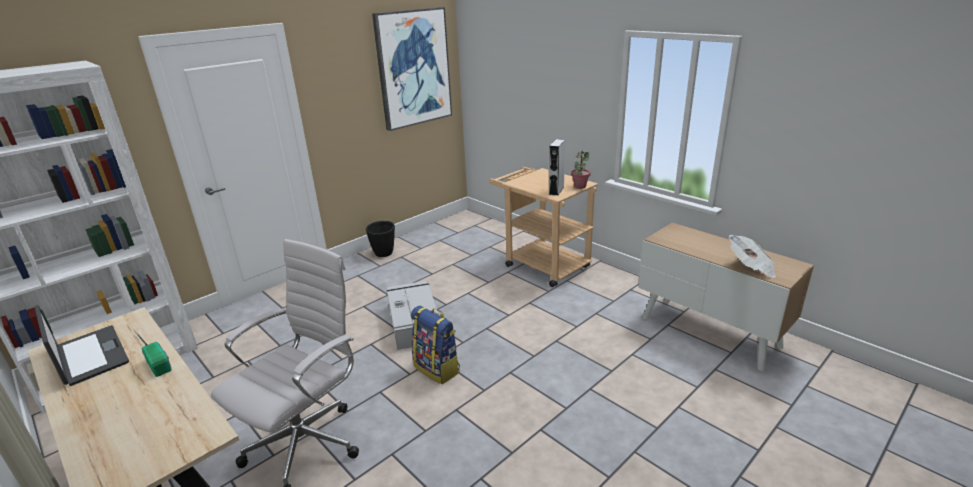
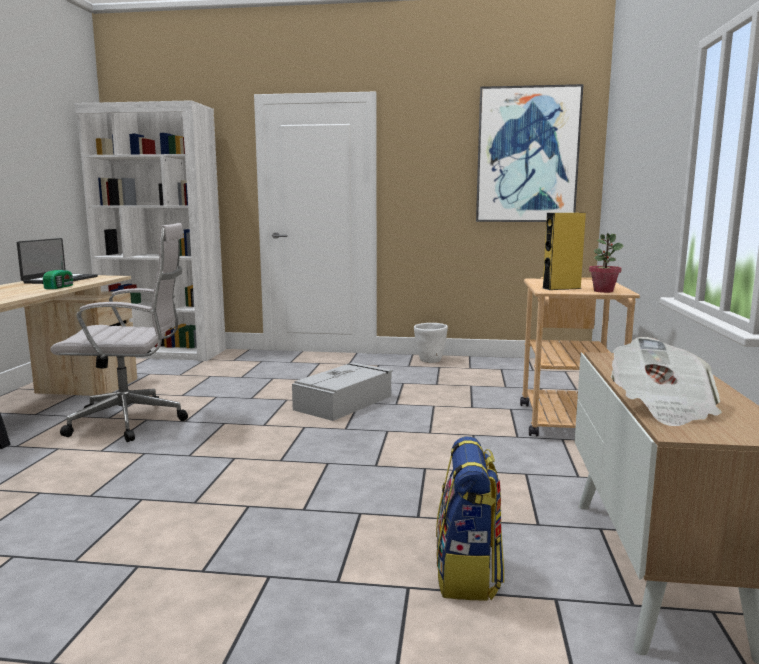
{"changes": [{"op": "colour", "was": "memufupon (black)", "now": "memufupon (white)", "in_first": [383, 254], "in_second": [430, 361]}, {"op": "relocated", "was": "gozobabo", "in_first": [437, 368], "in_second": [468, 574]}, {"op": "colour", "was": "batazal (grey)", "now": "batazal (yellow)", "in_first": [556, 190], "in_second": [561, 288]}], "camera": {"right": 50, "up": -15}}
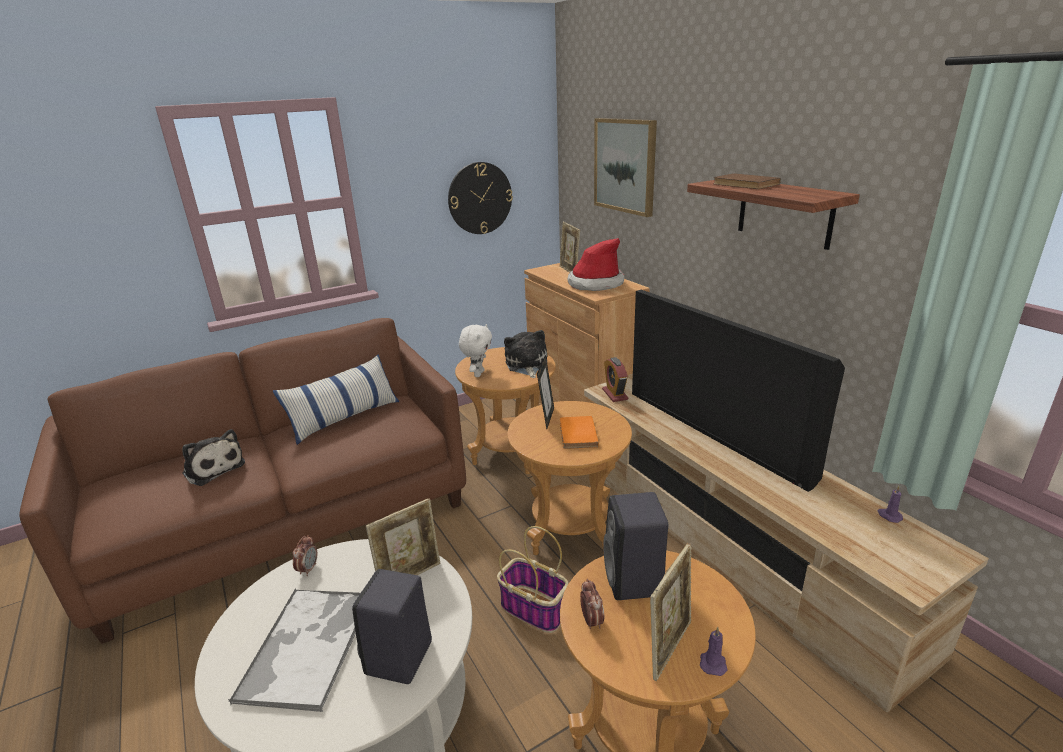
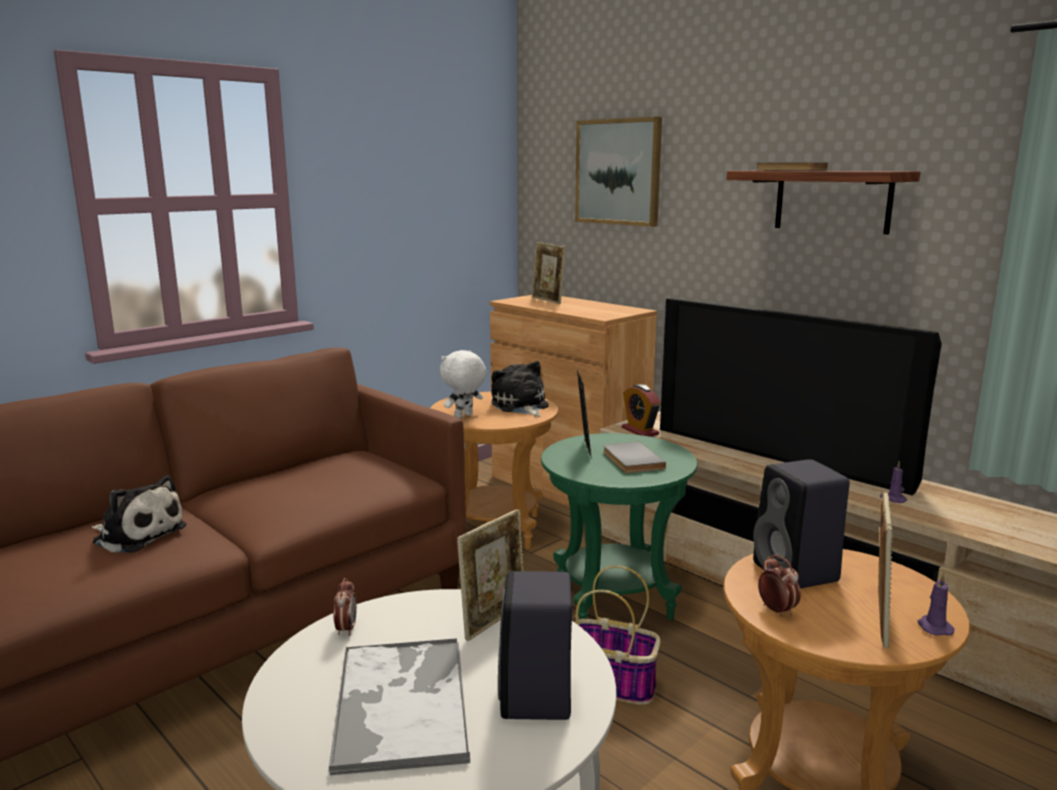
{"changes": [{"op": "missing", "was": "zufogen", "in_first": [344, 418]}, {"op": "missing", "was": "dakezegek", "in_first": [480, 198]}, {"op": "spun", "was": "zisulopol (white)", "in_first": [478, 374], "in_second": [464, 416], "clockwise": -135}, {"op": "colour", "was": "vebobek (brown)", "now": "vebobek (green)", "in_first": [570, 530], "in_second": [614, 599]}, {"op": "colour", "was": "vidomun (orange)", "now": "vidomun (grey)", "in_first": [576, 434], "in_second": [630, 460]}, {"op": "missing", "was": "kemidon", "in_first": [595, 284]}, {"op": "relocated", "was": "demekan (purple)", "in_first": [889, 516], "in_second": [892, 499]}], "camera": {"right": -15, "up": -10}}
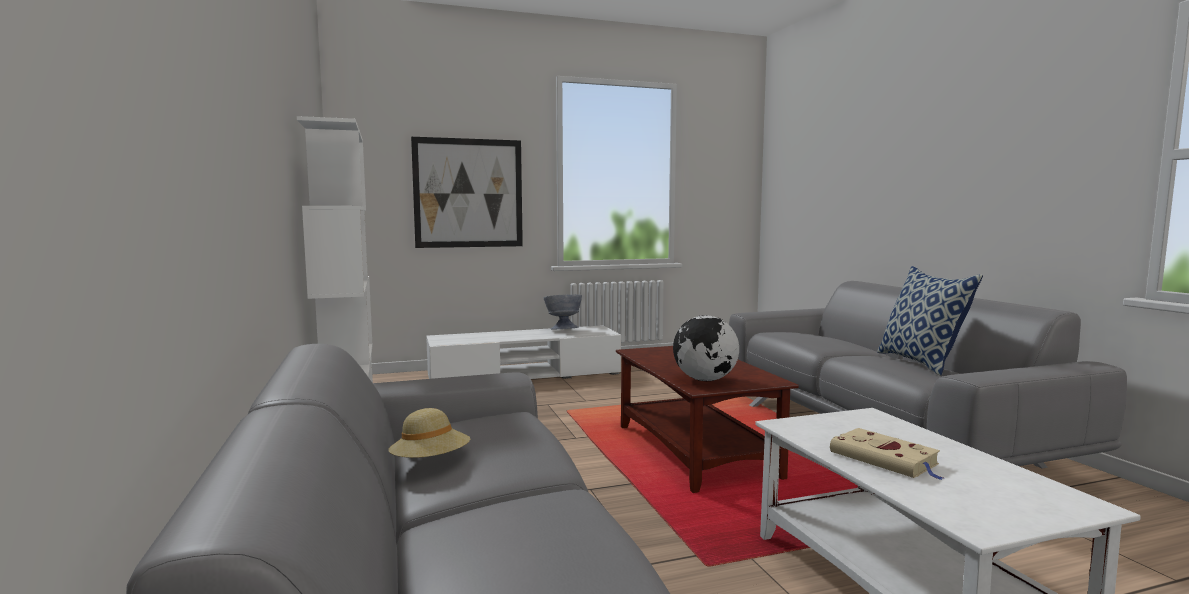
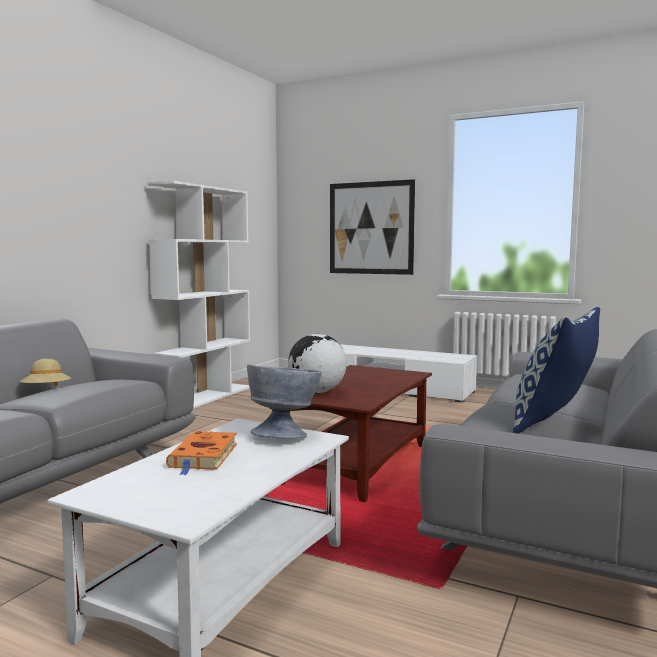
{"changes": [{"op": "relocated", "was": "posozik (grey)", "in_first": [563, 329], "in_second": [284, 435]}, {"op": "colour", "was": "vidomun (beige)", "now": "vidomun (orange)", "in_first": [886, 459], "in_second": [203, 456]}], "camera": {"right": 45, "up": 0}}
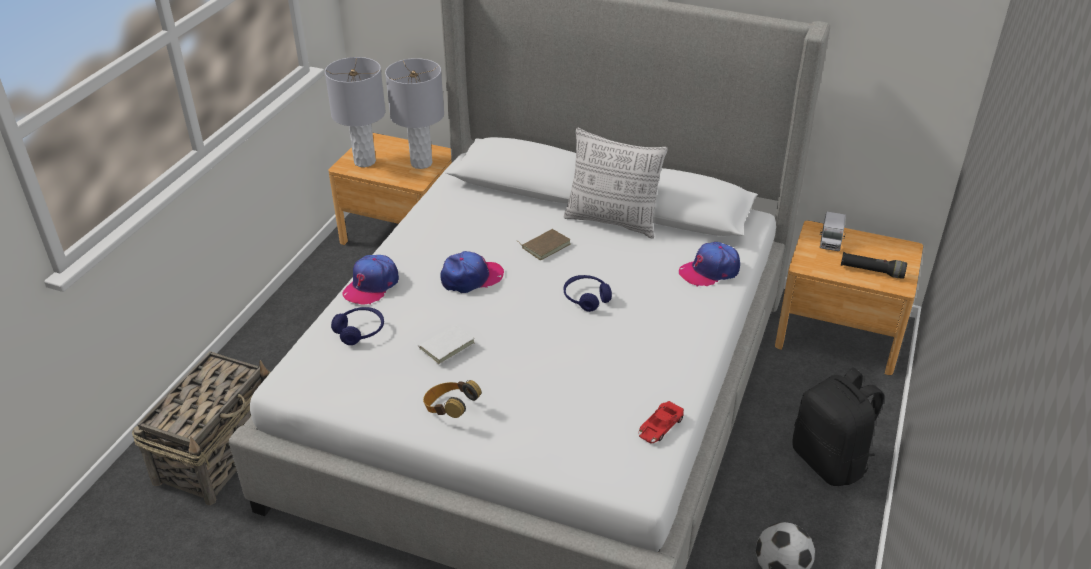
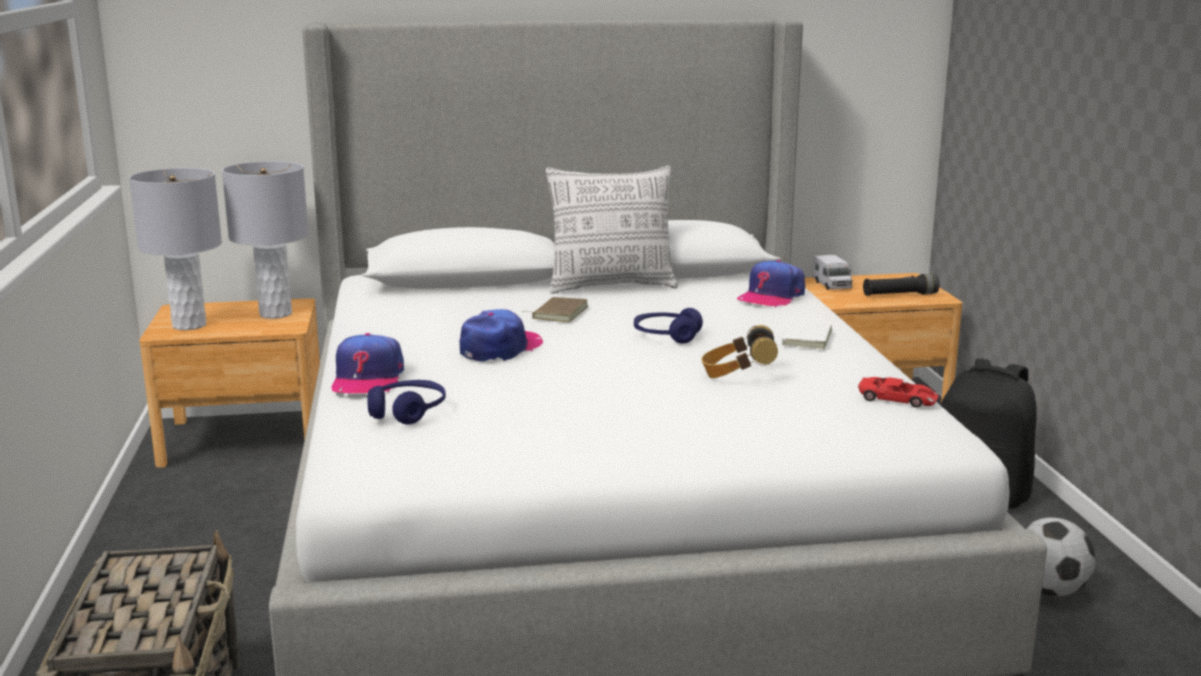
{"changes": [{"op": "relocated", "was": "vidomun (white)", "in_first": [446, 345], "in_second": [805, 339]}, {"op": "relocated", "was": "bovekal", "in_first": [450, 410], "in_second": [737, 375]}, {"op": "spun", "was": "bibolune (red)", "in_first": [660, 427], "in_second": [898, 399], "clockwise": -75}], "camera": {"right": -30, "up": -20}}
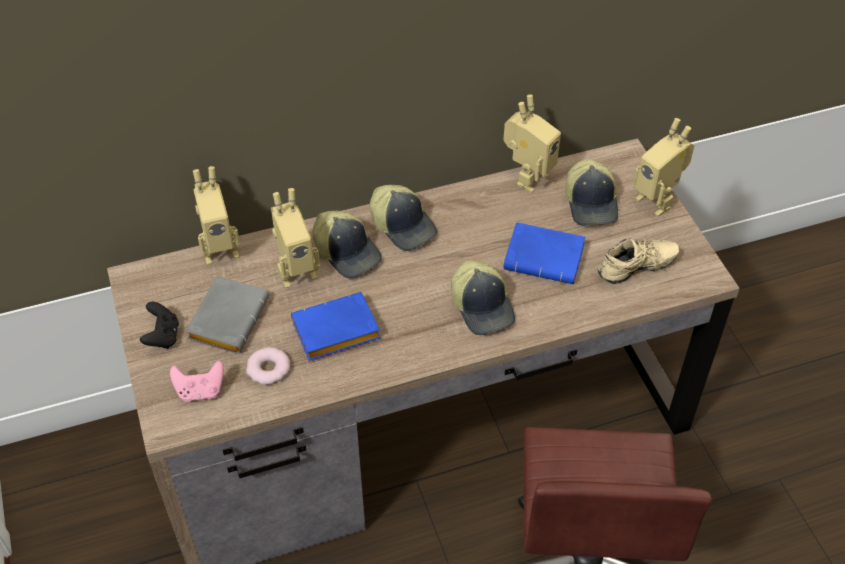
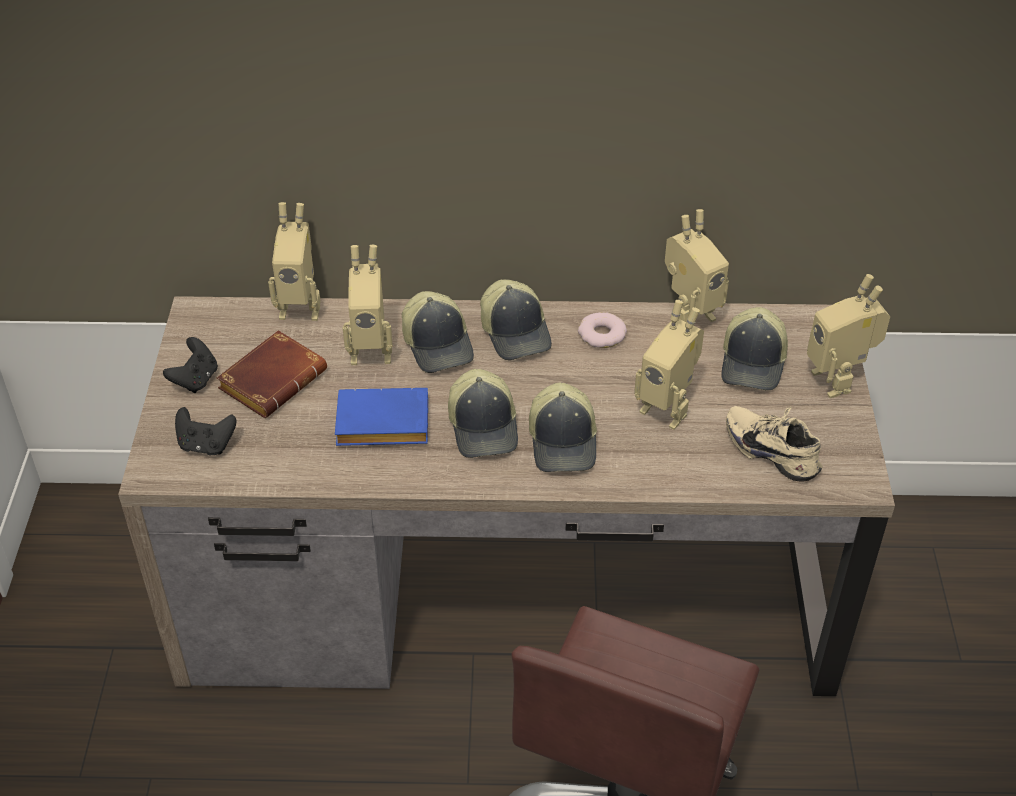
{"changes": [{"op": "colour", "was": "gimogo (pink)", "now": "gimogo (black)", "in_first": [200, 390], "in_second": [206, 445]}, {"op": "colour", "was": "vidomun (grey)", "now": "vidomun (brown)", "in_first": [227, 318], "in_second": [273, 379]}, {"op": "relocated", "was": "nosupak", "in_first": [268, 369], "in_second": [602, 335]}, {"op": "exchanged", "was": "vidomun (blue)", "now": "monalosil", "in_first": [546, 258], "in_second": [667, 409]}, {"op": "spun", "was": "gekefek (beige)", "in_first": [637, 270], "in_second": [773, 451], "clockwise": -135}, {"op": "appeared", "now": "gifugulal", "in_second": [485, 427]}], "camera": {"right": 20, "up": -5}}
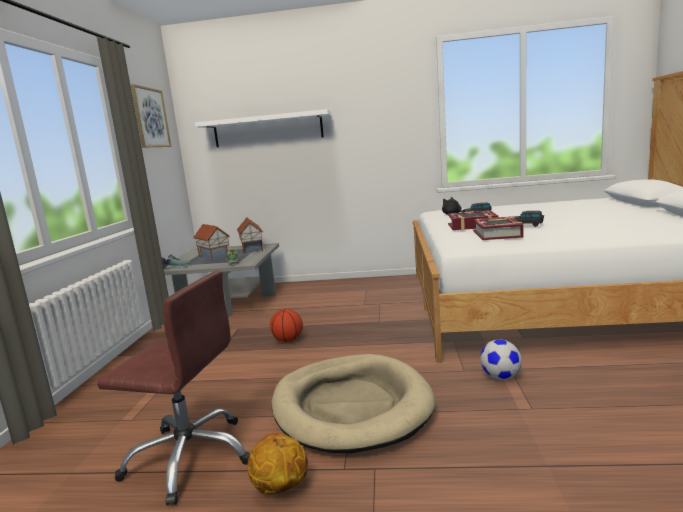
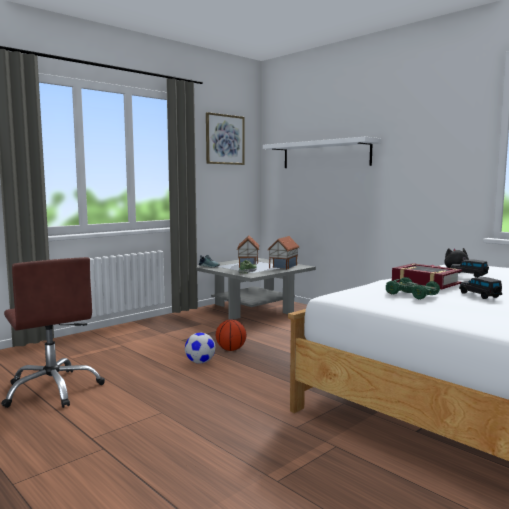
{"changes": [{"op": "missing", "was": "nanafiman", "in_first": [280, 488]}, {"op": "missing", "was": "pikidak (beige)", "in_first": [351, 406]}, {"op": "exchanged", "was": "vidomun", "now": "bibolune (green)", "in_first": [497, 234], "in_second": [411, 294]}, {"op": "relocated", "was": "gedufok", "in_first": [500, 377], "in_second": [200, 362]}], "camera": {"right": 40, "up": -5}}
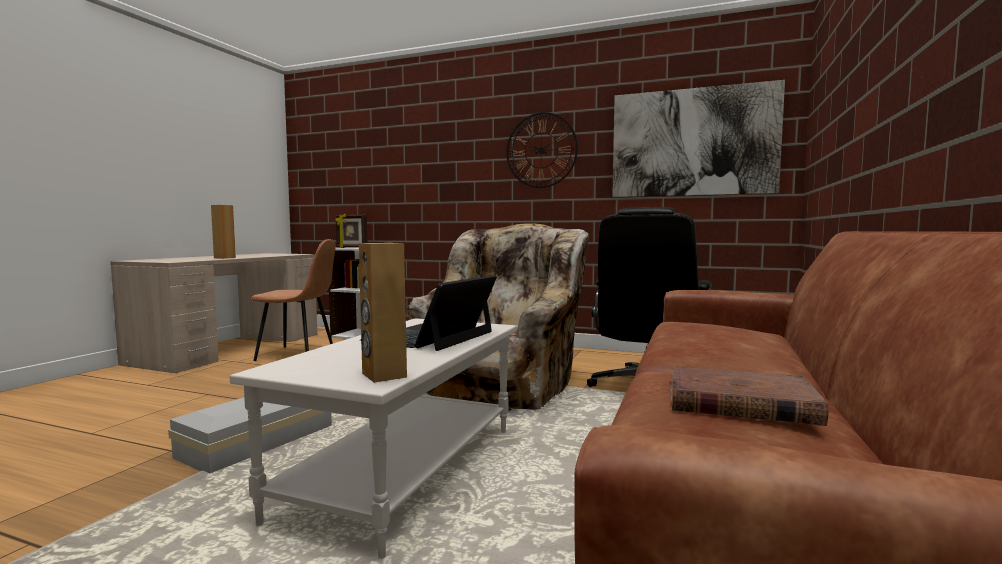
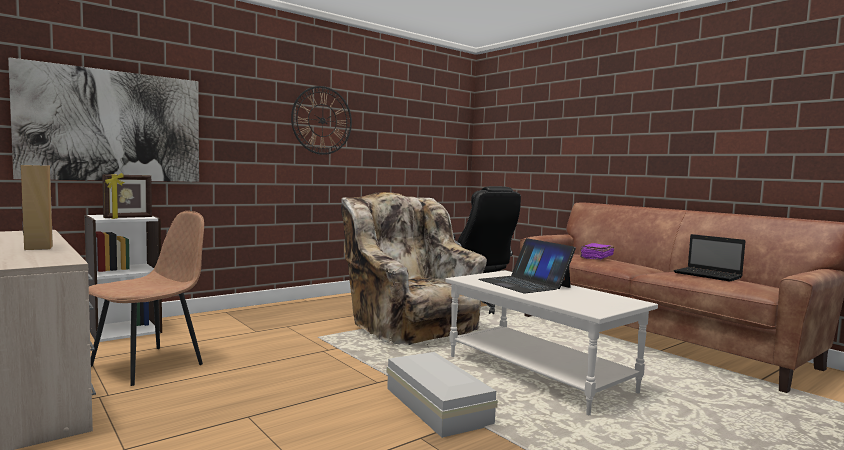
{"changes": [{"op": "missing", "was": "batazal (brown)", "in_first": [383, 375]}, {"op": "relocated", "was": "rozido", "in_first": [693, 142], "in_second": [112, 126]}, {"op": "exchanged", "was": "vidomun (brown)", "now": "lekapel", "in_first": [738, 403], "in_second": [709, 275]}, {"op": "appeared", "now": "vidomun (purple)", "in_second": [596, 257]}], "camera": {"right": -60, "up": 0}}
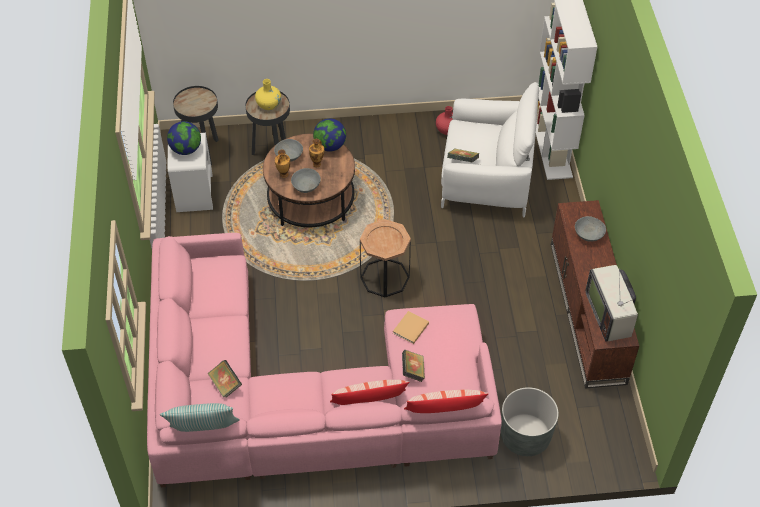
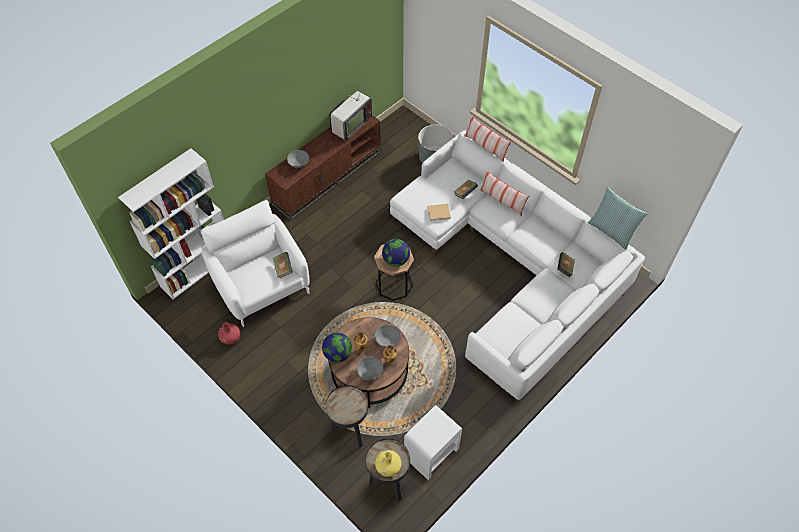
{"changes": [{"op": "colour", "was": "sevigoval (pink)", "now": "sevigoval (white)", "in_first": [302, 395], "in_second": [512, 265]}, {"op": "relocated", "was": "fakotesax", "in_first": [186, 149], "in_second": [396, 260]}, {"op": "relocated", "was": "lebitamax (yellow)", "in_first": [268, 105], "in_second": [388, 467]}], "camera": {"right": -130, "up": 5}}
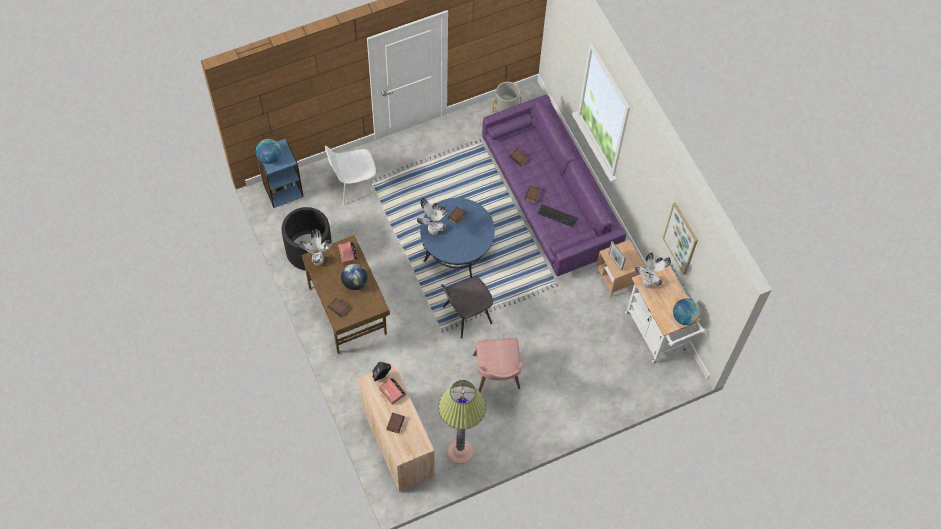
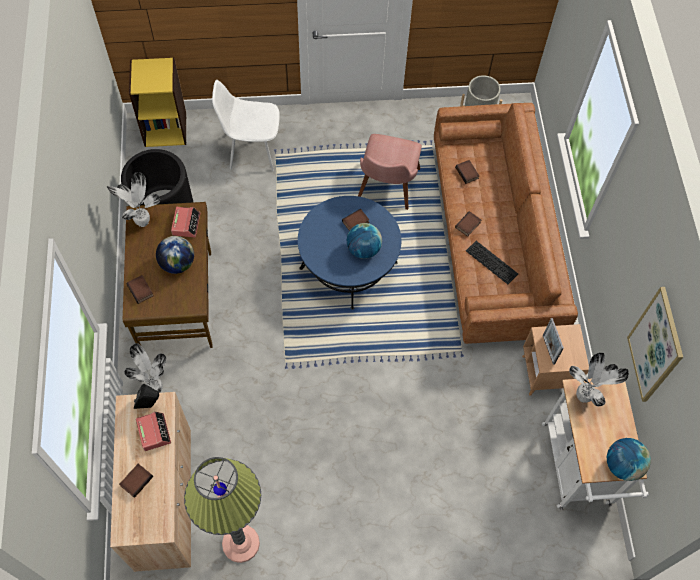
{"changes": [{"op": "colour", "was": "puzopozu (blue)", "now": "puzopozu (yellow)", "in_first": [283, 189], "in_second": [165, 129]}, {"op": "relocated", "was": "fakotesax", "in_first": [269, 158], "in_second": [363, 249]}, {"op": "relocated", "was": "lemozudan", "in_first": [432, 231], "in_second": [155, 388]}, {"op": "missing", "was": "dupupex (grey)", "in_first": [466, 316]}, {"op": "relocated", "was": "dupupex (pink)", "in_first": [498, 378], "in_second": [386, 191]}, {"op": "colour", "was": "sevigoval (purple)", "now": "sevigoval (brown)", "in_first": [549, 198], "in_second": [492, 239]}], "camera": {"right": 20, "up": 0}}
